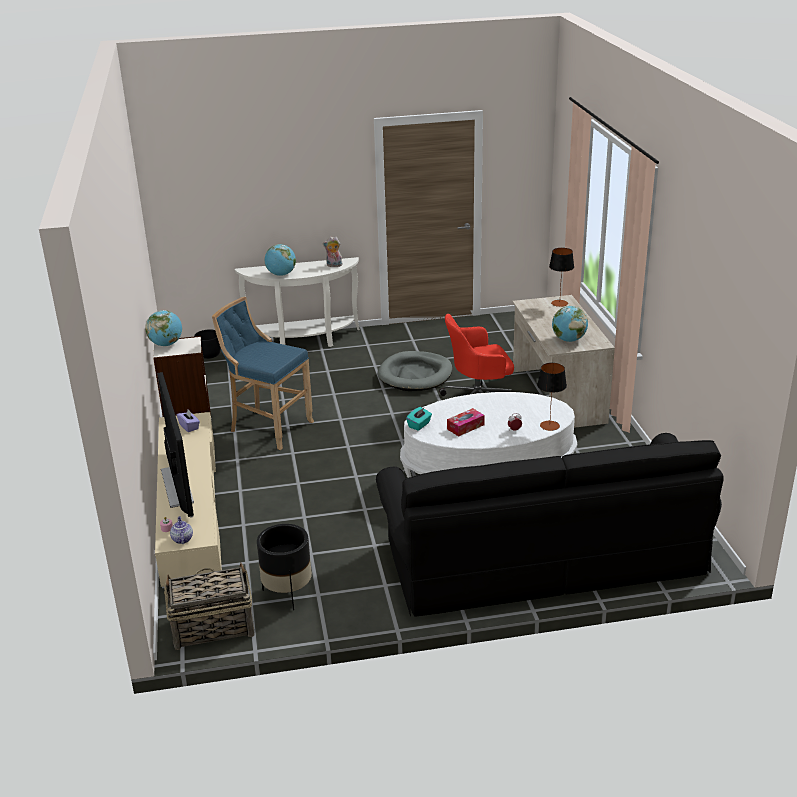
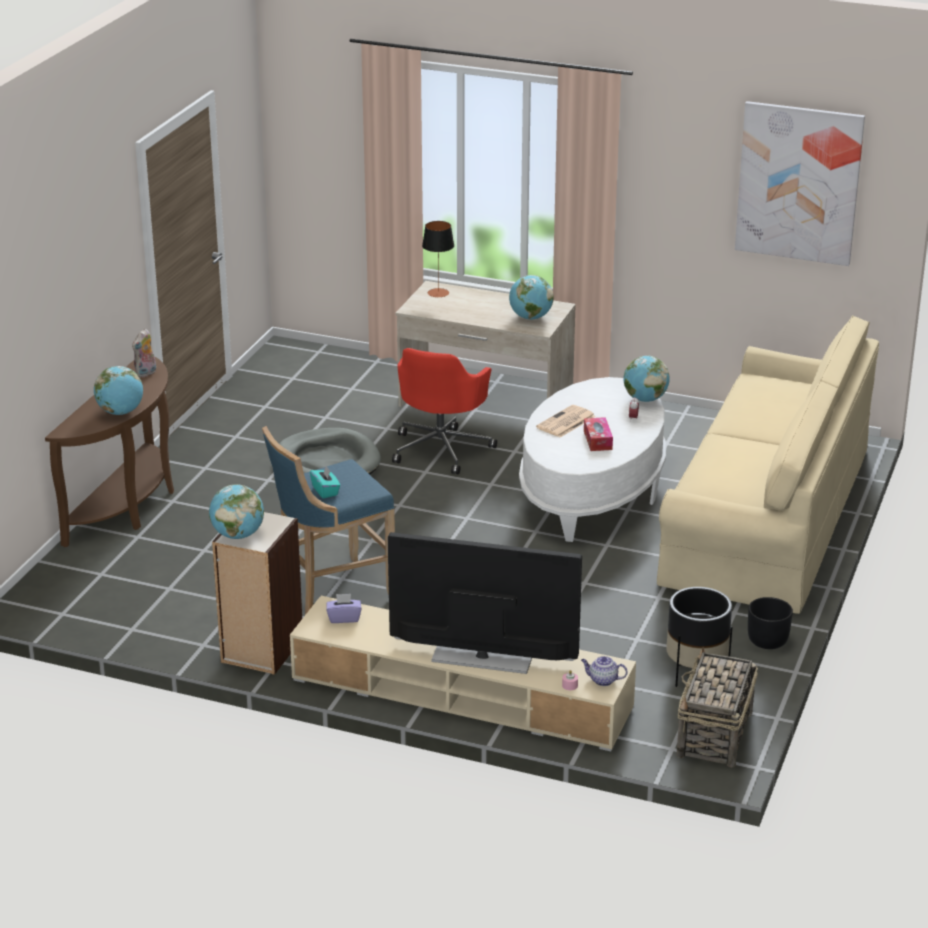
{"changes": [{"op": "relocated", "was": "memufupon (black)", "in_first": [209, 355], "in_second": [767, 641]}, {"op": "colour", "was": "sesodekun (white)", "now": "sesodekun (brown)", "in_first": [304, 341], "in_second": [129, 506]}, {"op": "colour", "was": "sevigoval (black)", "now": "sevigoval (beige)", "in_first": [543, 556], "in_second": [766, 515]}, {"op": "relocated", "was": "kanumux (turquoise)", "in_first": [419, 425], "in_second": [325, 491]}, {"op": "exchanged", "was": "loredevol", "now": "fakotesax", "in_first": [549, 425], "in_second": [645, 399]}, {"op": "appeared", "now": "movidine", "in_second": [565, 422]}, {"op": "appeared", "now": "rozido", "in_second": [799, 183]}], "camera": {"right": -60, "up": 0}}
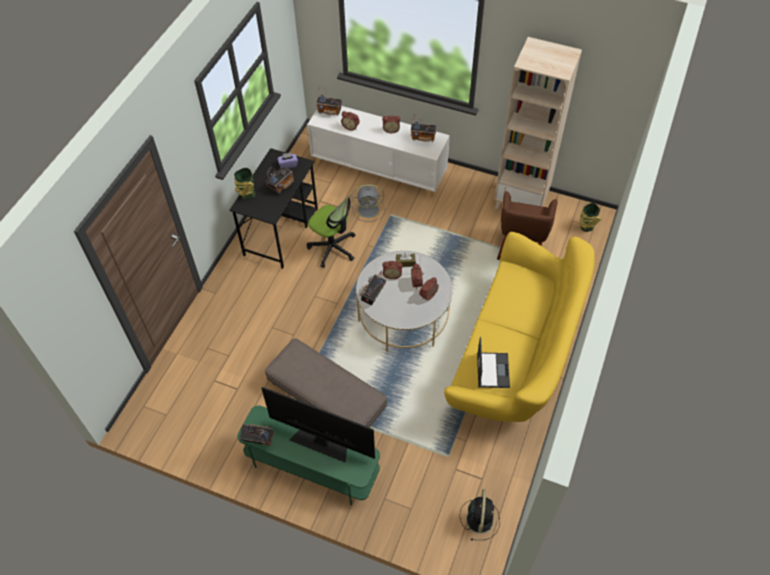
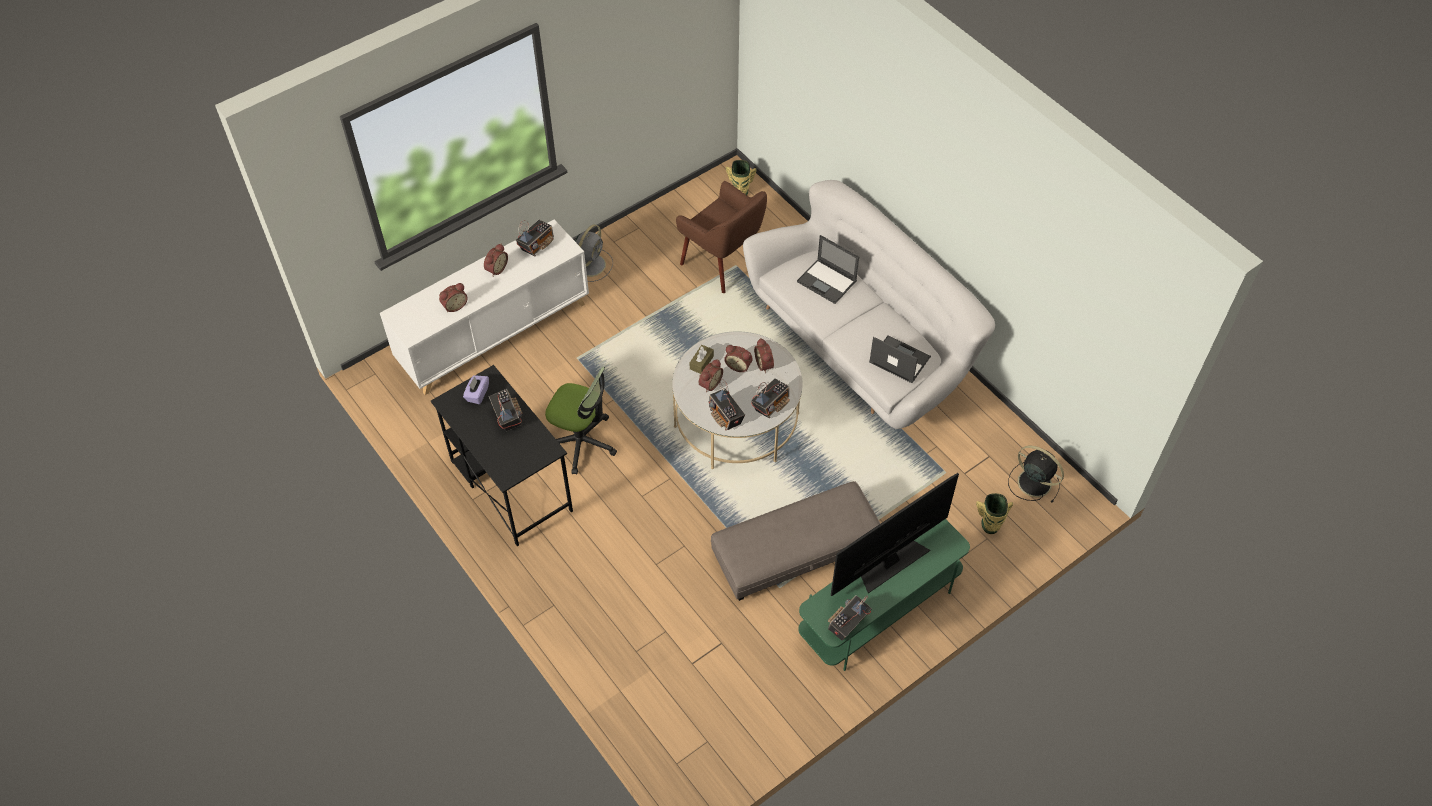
{"changes": [{"op": "relocated", "was": "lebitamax", "in_first": [247, 195], "in_second": [990, 526]}, {"op": "spun", "was": "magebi", "in_first": [333, 248], "in_second": [582, 442], "clockwise": 45}, {"op": "relocated", "was": "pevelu", "in_first": [329, 111], "in_second": [771, 405]}, {"op": "relocated", "was": "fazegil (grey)", "in_first": [369, 209], "in_second": [591, 264]}, {"op": "colour", "was": "sevigoval (yellow)", "now": "sevigoval (white)", "in_first": [515, 356], "in_second": [861, 347]}, {"op": "missing", "was": "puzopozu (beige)", "in_first": [521, 201]}, {"op": "appeared", "now": "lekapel", "in_second": [827, 281]}], "camera": {"right": -60, "up": 0}}
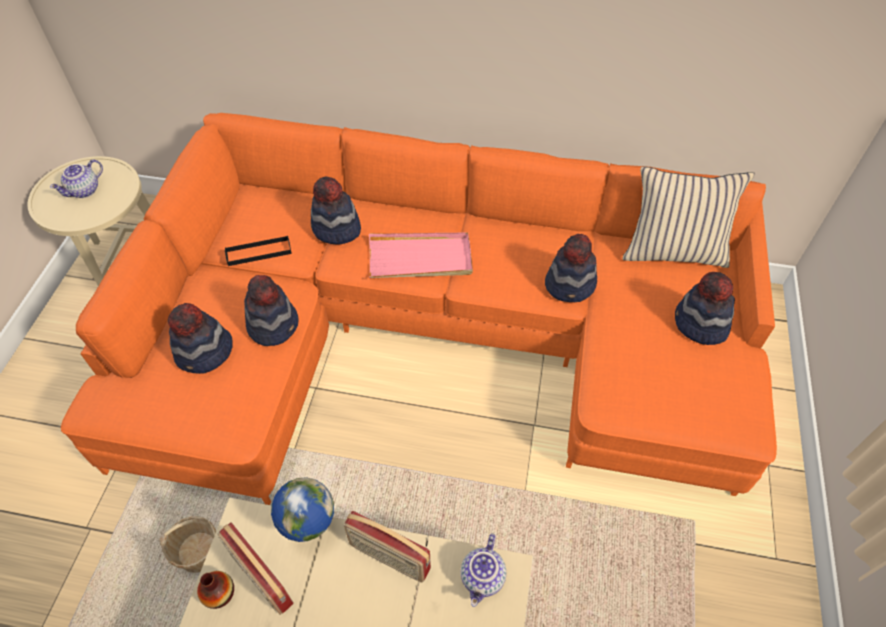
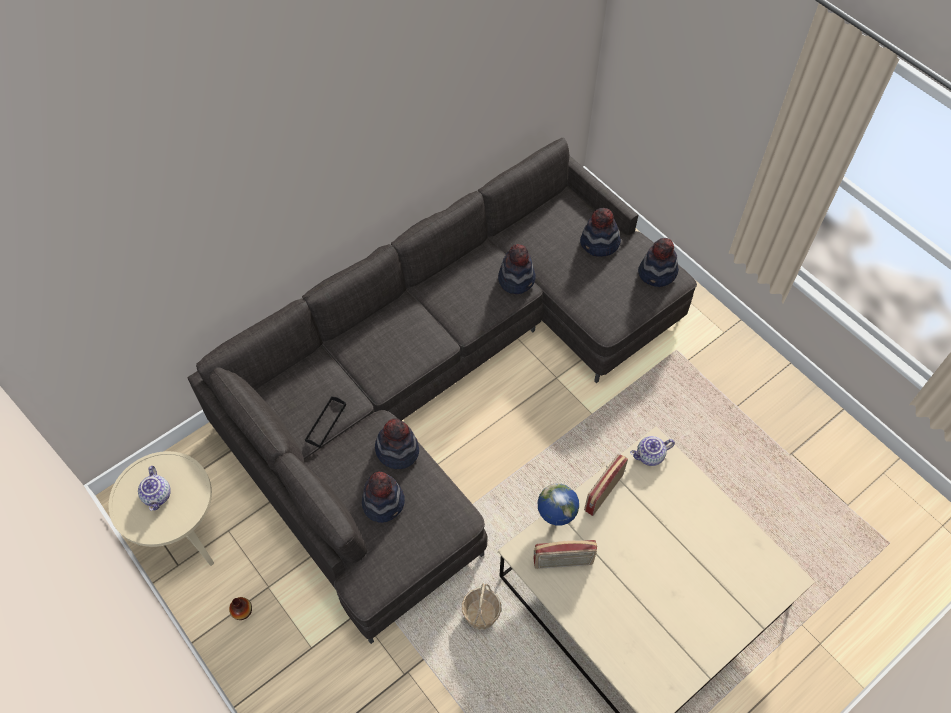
{"changes": [{"op": "colour", "was": "sevigoval (orange)", "now": "sevigoval (grey)", "in_first": [431, 336], "in_second": [444, 384]}, {"op": "relocated", "was": "lebitamax", "in_first": [219, 593], "in_second": [242, 611]}, {"op": "relocated", "was": "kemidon", "in_first": [336, 229], "in_second": [657, 273]}, {"op": "spun", "was": "pevelu", "in_first": [389, 557], "in_second": [603, 492], "clockwise": 150}, {"op": "missing", "was": "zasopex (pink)", "in_first": [420, 258]}, {"op": "spun", "was": "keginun", "in_first": [483, 578], "in_second": [649, 456], "clockwise": 105}, {"op": "missing", "was": "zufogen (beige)", "in_first": [673, 251]}], "camera": {"right": -50, "up": 5}}
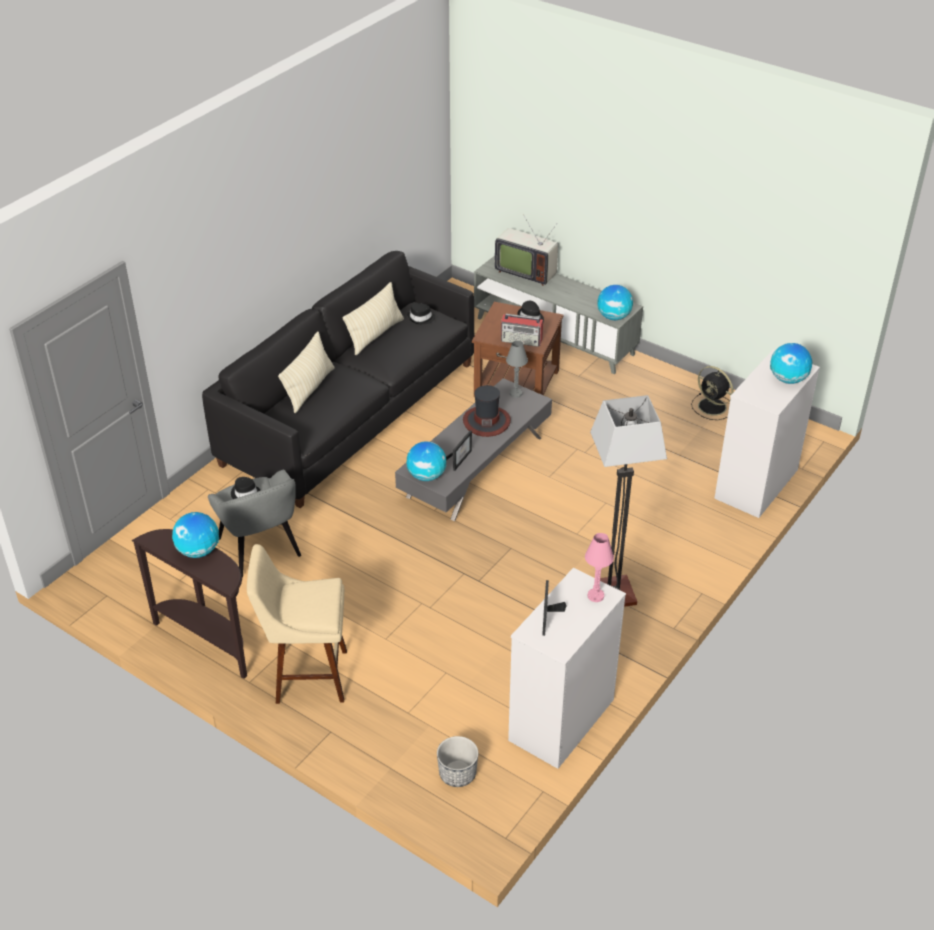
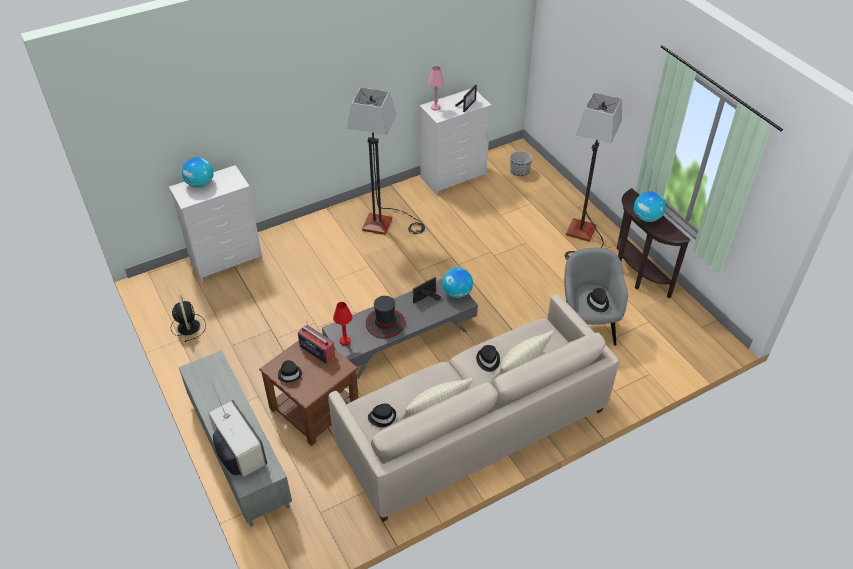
{"changes": [{"op": "colour", "was": "sevigoval (black)", "now": "sevigoval (beige)", "in_first": [350, 413], "in_second": [472, 428]}, {"op": "exchanged", "was": "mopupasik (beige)", "now": "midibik", "in_first": [306, 676], "in_second": [581, 237]}, {"op": "colour", "was": "loredevol (grey)", "now": "loredevol (red)", "in_first": [515, 393], "in_second": [345, 341]}, {"op": "missing", "was": "fakotesax", "in_first": [614, 317]}, {"op": "appeared", "now": "kemidon (black)", "in_second": [488, 360]}], "camera": {"right": -155, "up": 5}}
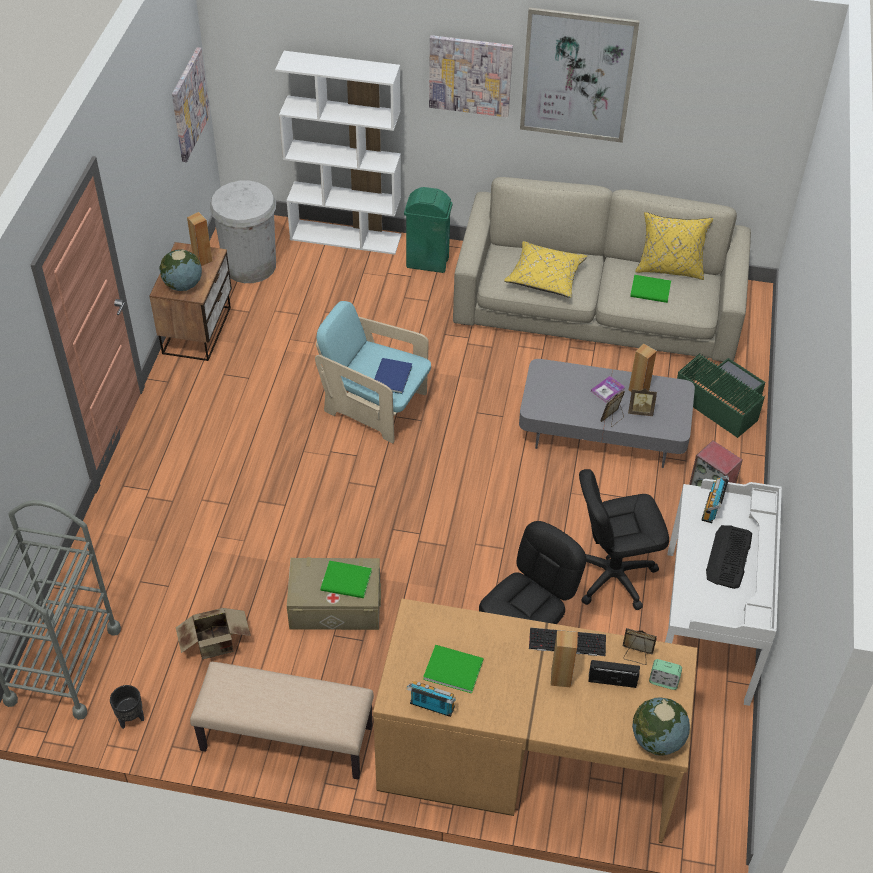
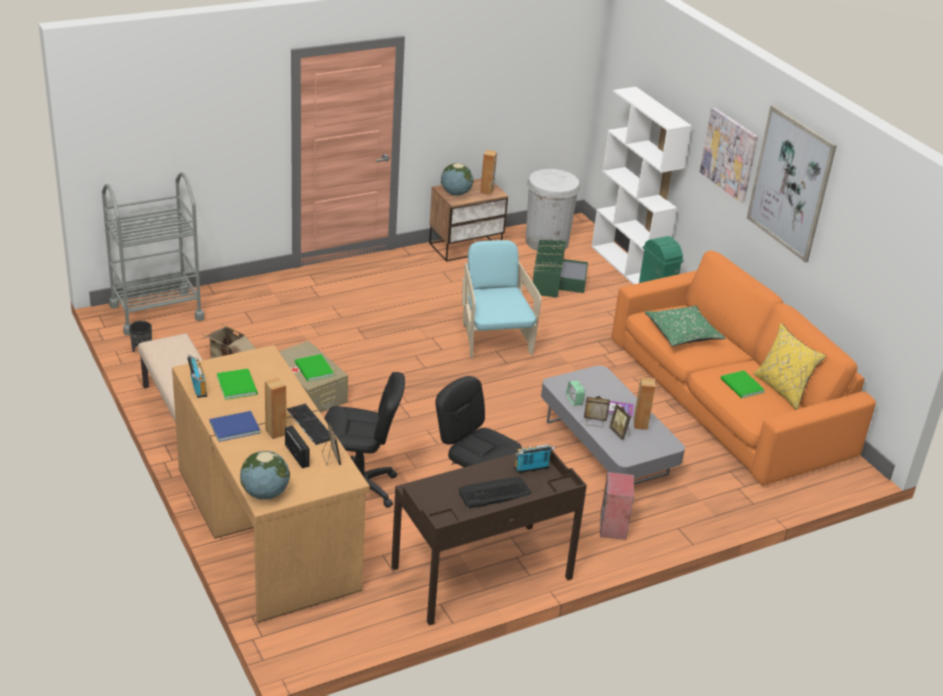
{"changes": [{"op": "missing", "was": "rozido", "in_first": [189, 104]}, {"op": "relocated", "was": "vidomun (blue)", "in_first": [390, 377], "in_second": [233, 427]}, {"op": "colour", "was": "sevigoval (beige)", "now": "sevigoval (orange)", "in_first": [597, 305], "in_second": [727, 398]}, {"op": "colour", "was": "zufogen (yellow)", "now": "zufogen (green)", "in_first": [545, 277], "in_second": [682, 334]}, {"op": "relocated", "was": "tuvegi", "in_first": [663, 681], "in_second": [574, 400]}, {"op": "colour", "was": "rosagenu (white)", "now": "rosagenu (brown)", "in_first": [708, 625], "in_second": [482, 573]}, {"op": "relocated", "was": "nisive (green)", "in_first": [720, 401], "in_second": [555, 279]}], "camera": {"right": 50, "up": -15}}
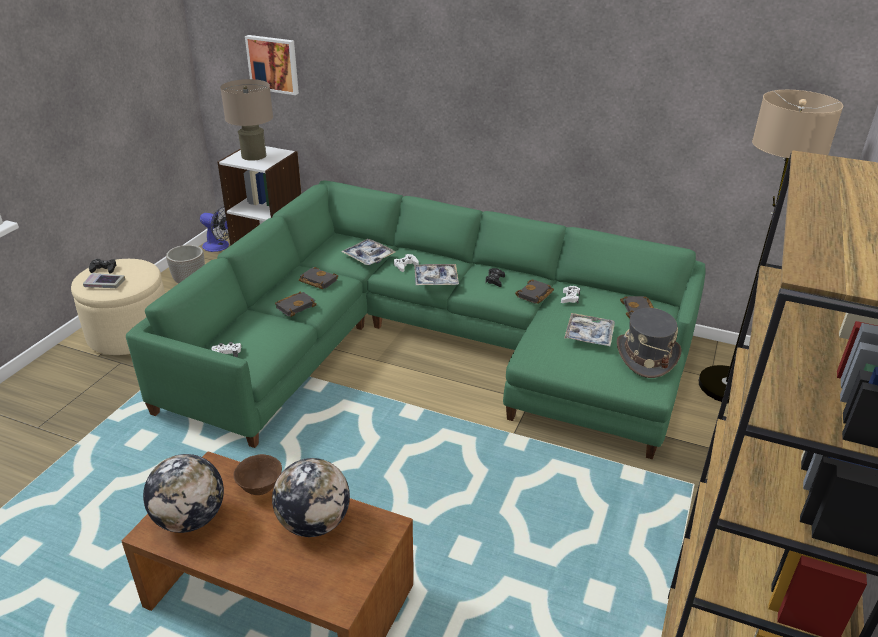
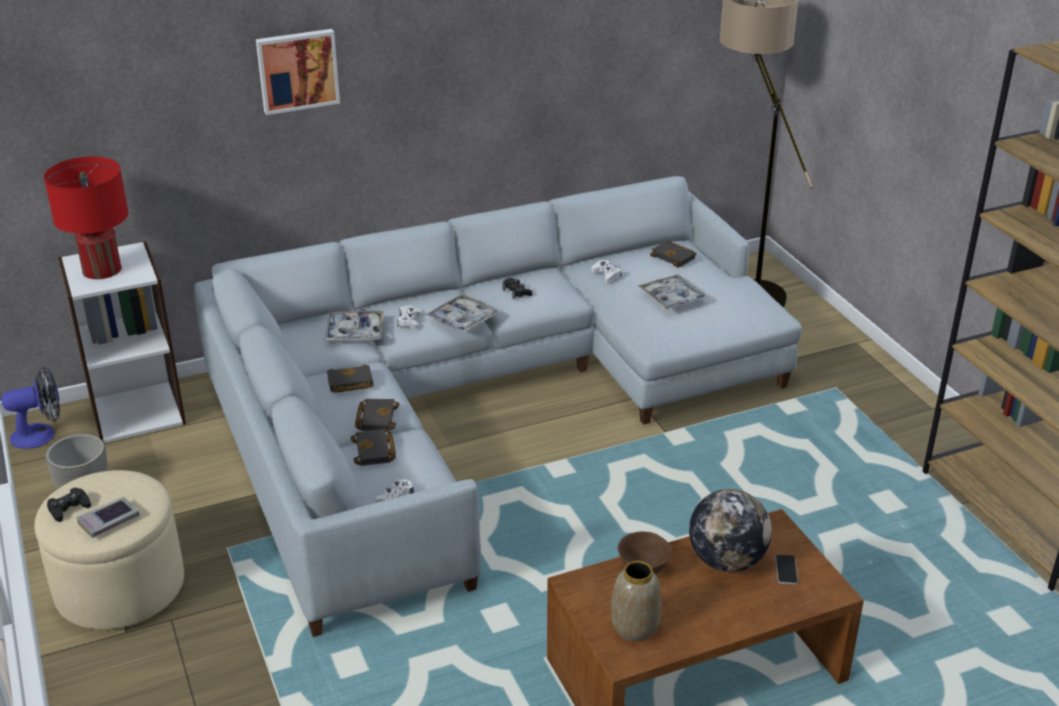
{"changes": [{"op": "colour", "was": "sevigoval (green)", "now": "sevigoval (grey)", "in_first": [432, 345], "in_second": [479, 401]}, {"op": "exchanged", "was": "fakotesax", "now": "lebitamax", "in_first": [190, 519], "in_second": [635, 627]}, {"op": "colour", "was": "loredevol (beige)", "now": "loredevol (red)", "in_first": [253, 155], "in_second": [102, 269]}, {"op": "relocated", "was": "rozido", "in_first": [273, 64], "in_second": [297, 70]}, {"op": "relocated", "was": "vidomun (black)", "in_first": [535, 295], "in_second": [375, 452]}, {"op": "missing", "was": "kemidon (grey)", "in_first": [646, 356]}, {"op": "appeared", "now": "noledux", "in_second": [786, 570]}], "camera": {"right": -45, "up": 0}}
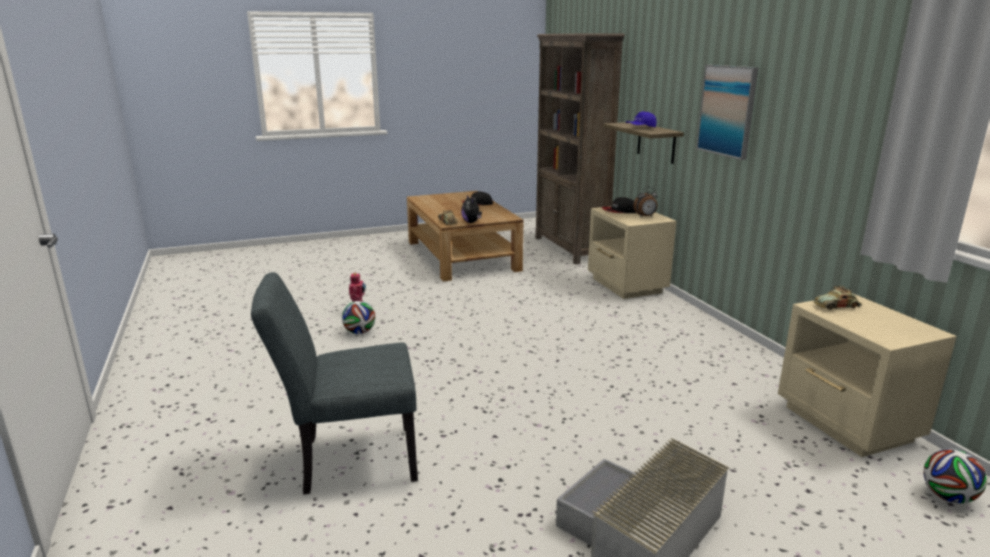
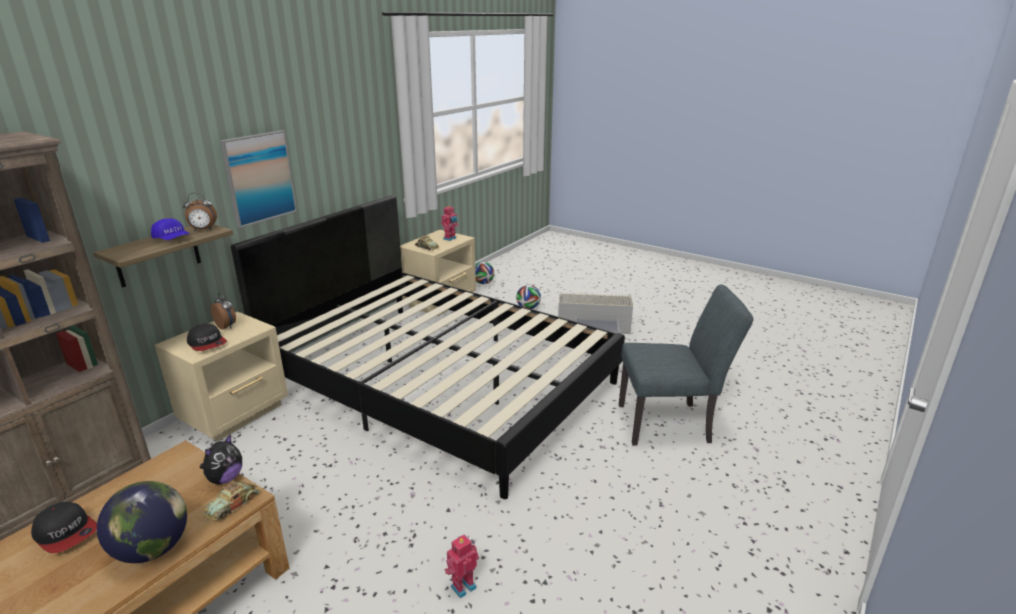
{"changes": [{"op": "spun", "was": "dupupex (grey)", "in_first": [348, 460], "in_second": [671, 423], "clockwise": -45}, {"op": "relocated", "was": "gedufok", "in_first": [359, 332], "in_second": [528, 308]}, {"op": "appeared", "now": "fakotesax", "in_second": [153, 549]}, {"op": "appeared", "now": "tuvegi", "in_second": [203, 230]}, {"op": "appeared", "now": "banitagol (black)", "in_second": [439, 381]}, {"op": "appeared", "now": "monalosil", "in_second": [450, 238]}], "camera": {"right": -125, "up": 5}}
